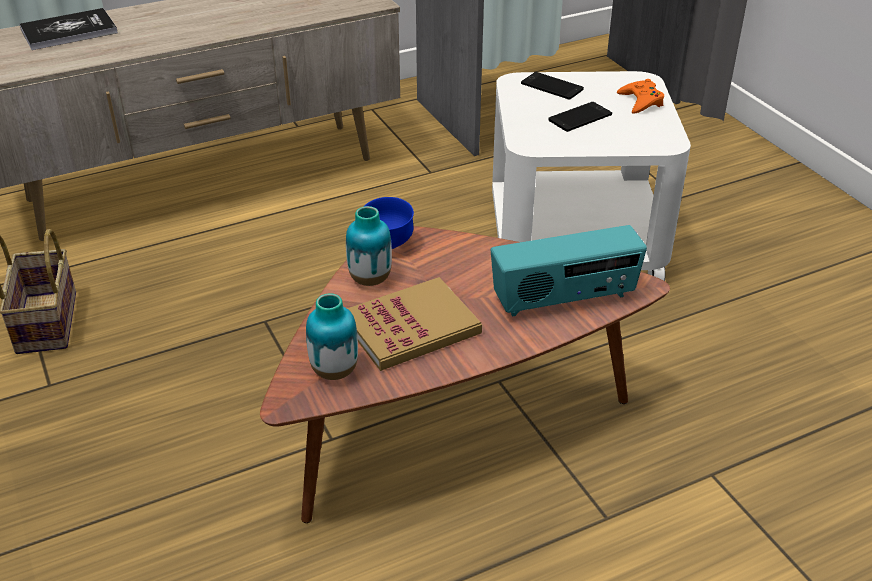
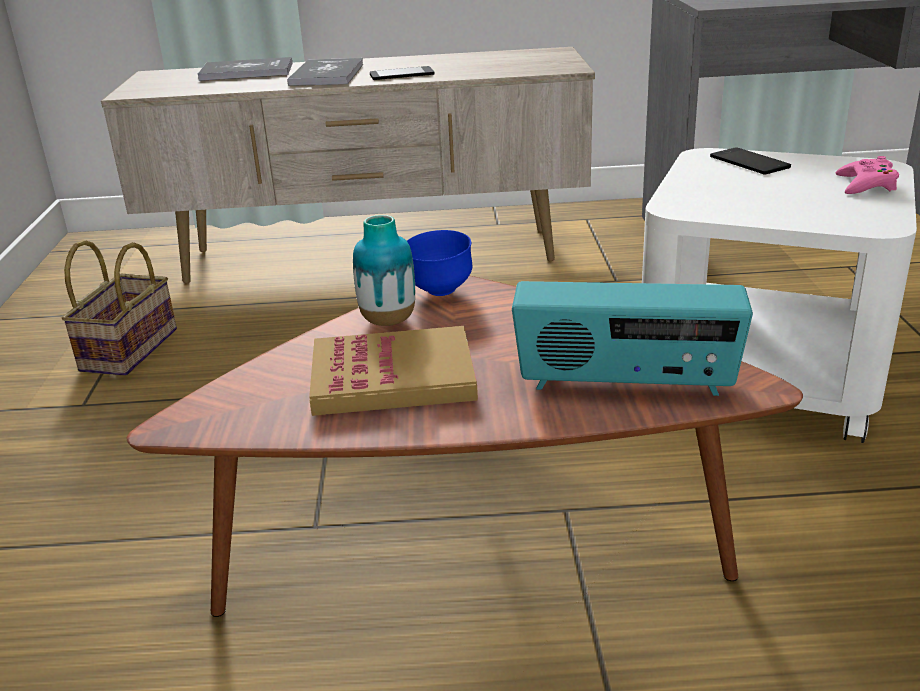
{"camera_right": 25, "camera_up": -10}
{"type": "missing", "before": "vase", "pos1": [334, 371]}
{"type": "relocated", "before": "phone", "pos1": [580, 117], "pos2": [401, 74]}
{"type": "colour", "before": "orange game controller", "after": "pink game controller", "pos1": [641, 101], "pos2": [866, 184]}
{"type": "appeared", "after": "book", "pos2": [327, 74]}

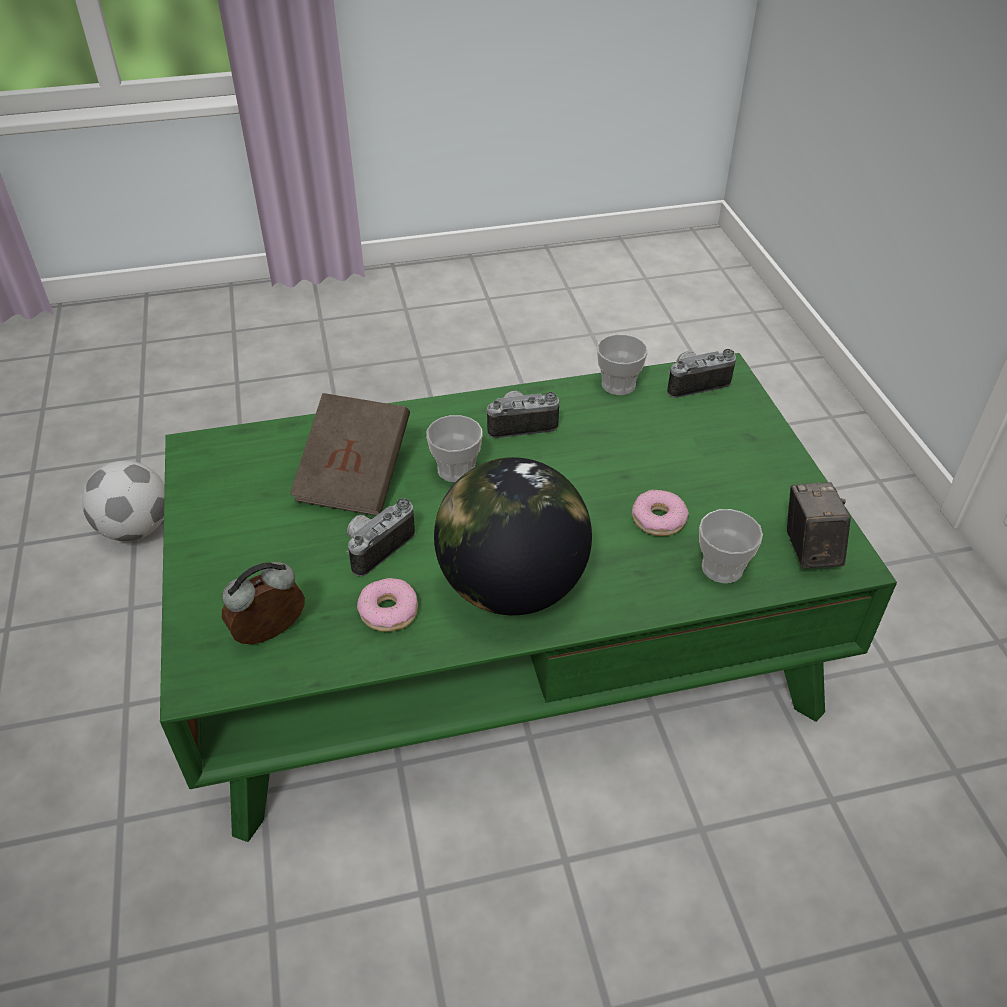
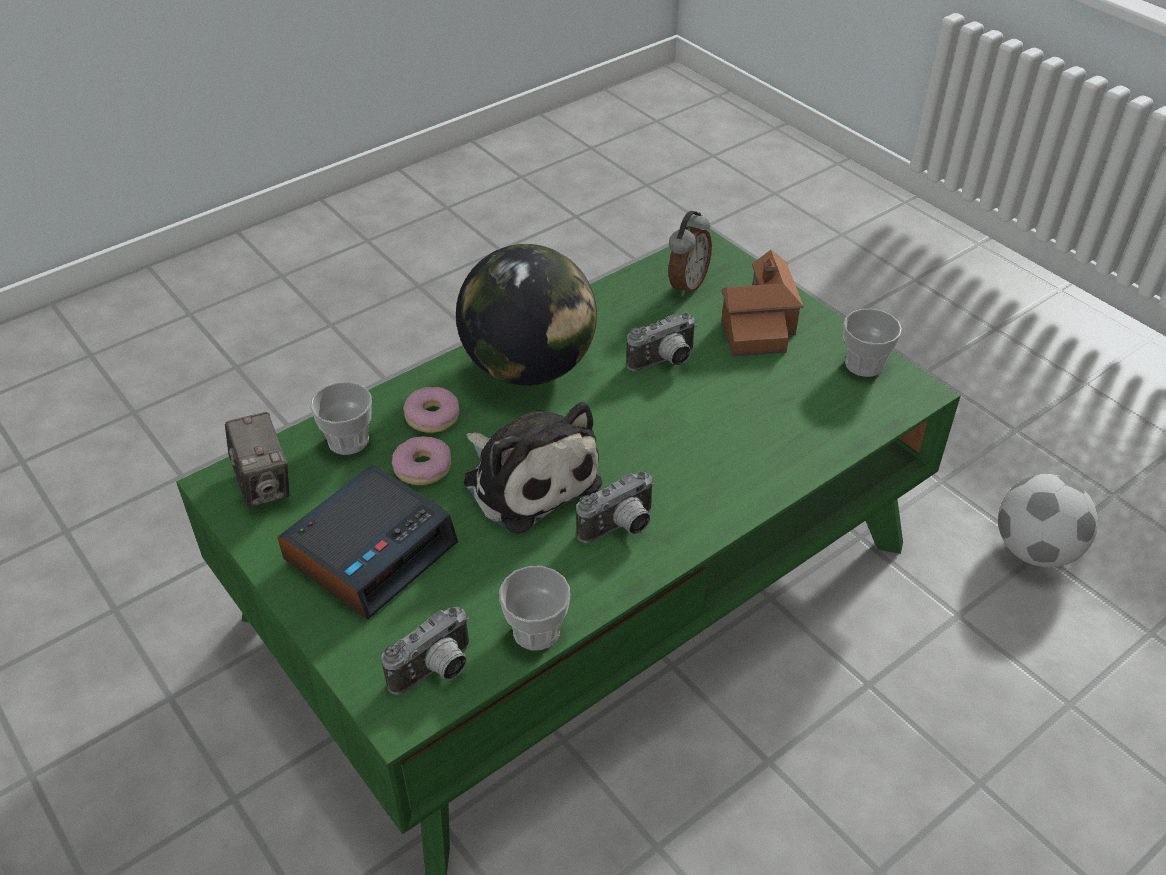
{"camera_right": 155, "camera_up": 0}
{"type": "missing", "before": "brown book", "pos1": [355, 477]}
{"type": "spun", "before": "photo camera", "pos1": [376, 547], "pos2": [665, 362], "turn": 45}
{"type": "relocated", "before": "donut", "pos1": [389, 611], "pos2": [432, 416]}
{"type": "relocated", "before": "cup", "pos1": [456, 469], "pos2": [864, 364]}
{"type": "appeared", "after": "alarm clock", "pos2": [371, 550]}
{"type": "appeared", "after": "plush toy", "pos2": [528, 479]}
{"type": "appeared", "after": "toy house", "pos2": [758, 323]}

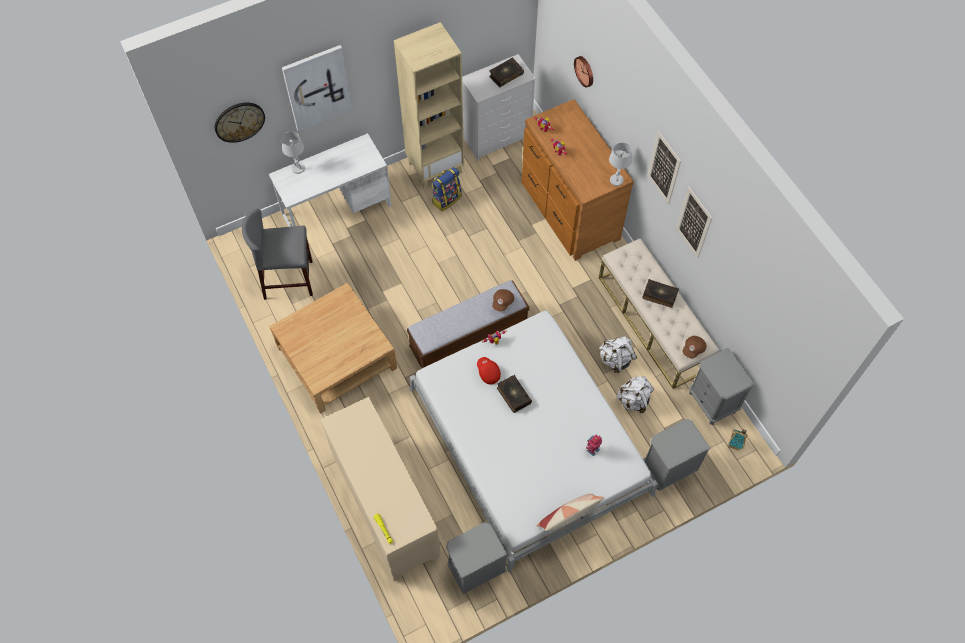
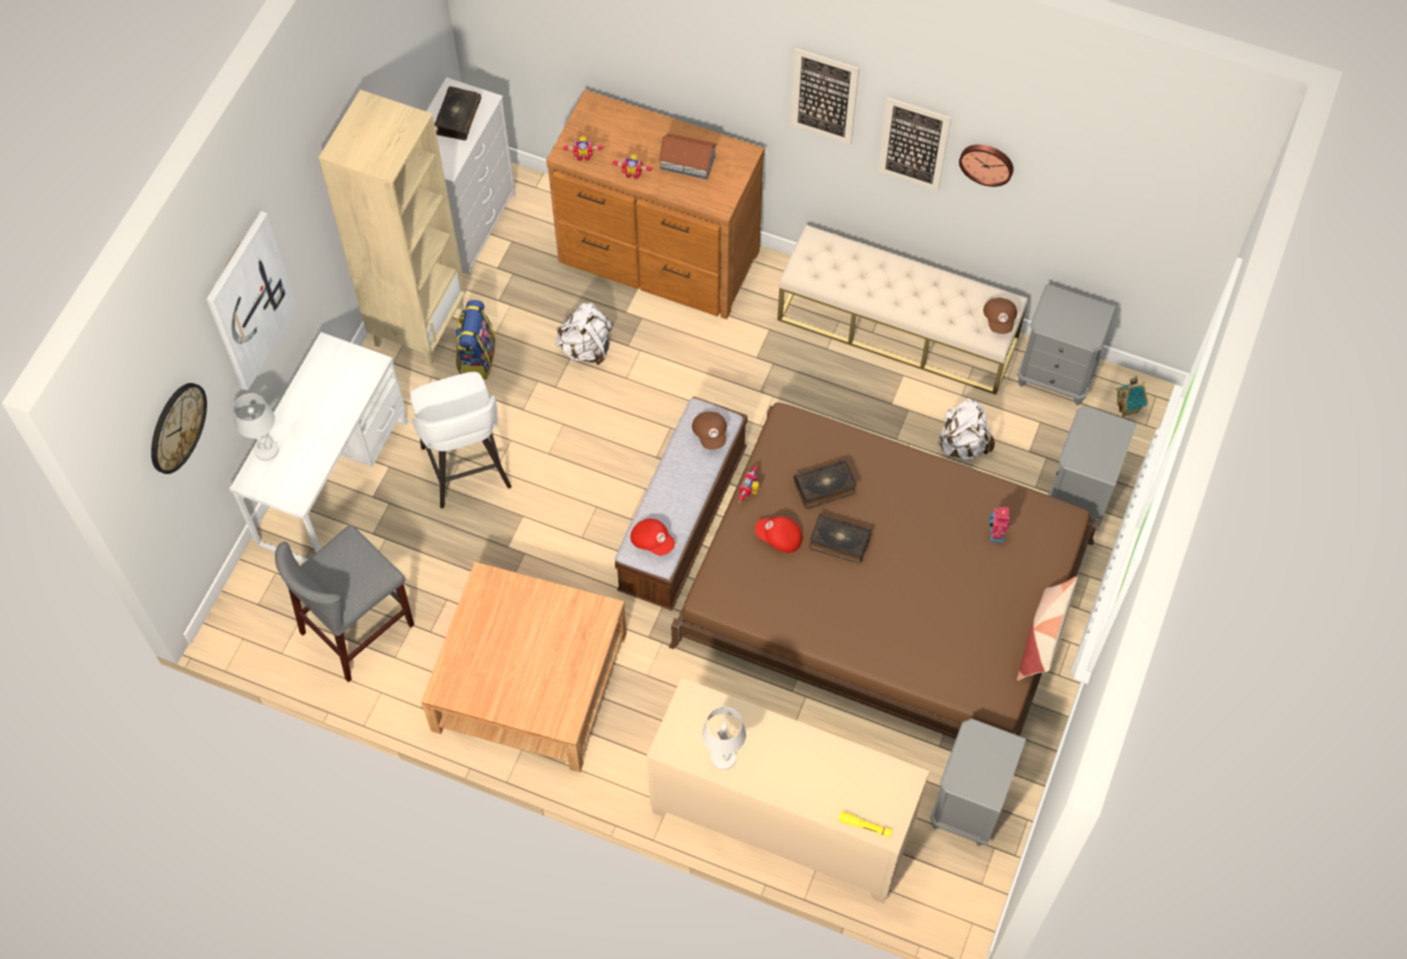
{"camera_right": -40, "camera_up": 0}
{"type": "colour", "before": "white bed", "after": "brown bed", "pos1": [529, 440], "pos2": [883, 593]}
{"type": "relocated", "before": "wall clock", "pos1": [585, 71], "pos2": [987, 163]}
{"type": "relocated", "before": "white backpack", "pos1": [616, 359], "pos2": [586, 348]}
{"type": "relocated", "before": "white table lamp", "pos1": [616, 180], "pos2": [723, 757]}
{"type": "relocated", "before": "book", "pos1": [659, 295], "pos2": [825, 488]}
{"type": "appeared", "after": "white stool", "pos2": [466, 470]}
{"type": "appeared", "after": "red cap", "pos2": [652, 541]}
{"type": "appeared", "after": "toy house", "pos2": [688, 162]}

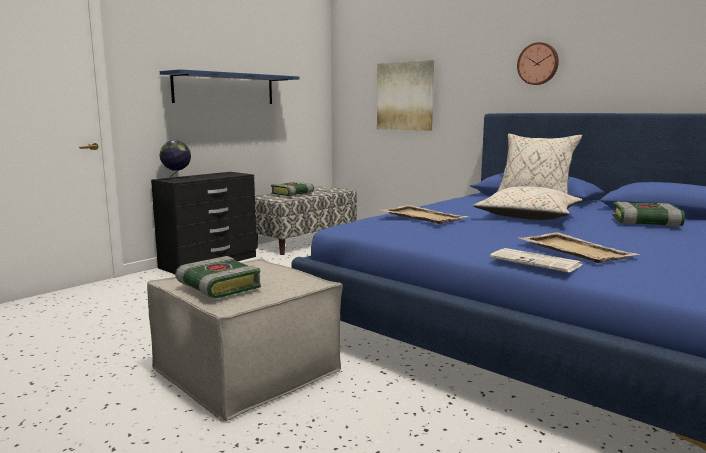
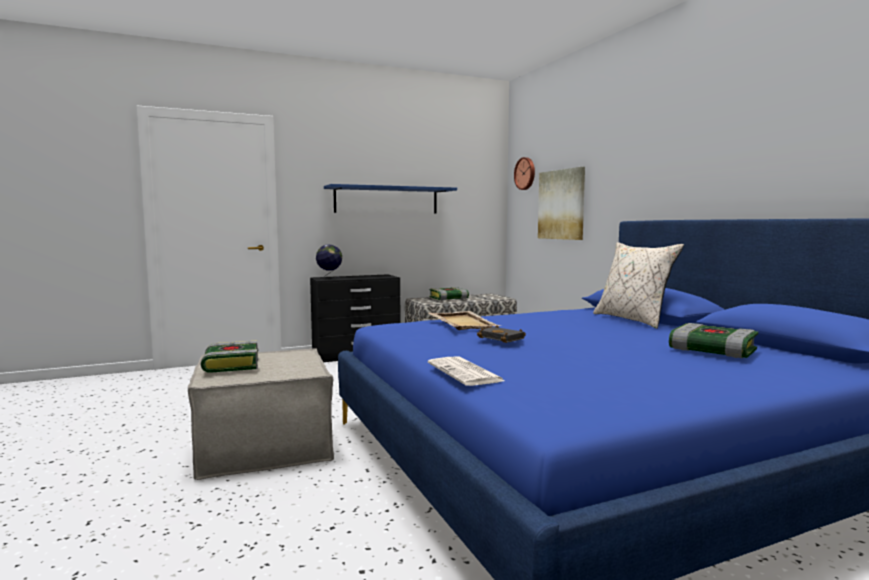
{"camera_right": 25, "camera_up": -5}
{"type": "missing", "before": "beige pillow", "pos1": [527, 217]}
{"type": "relocated", "before": "wall clock", "pos1": [538, 64], "pos2": [525, 173]}
{"type": "missing", "before": "beige tray", "pos1": [574, 250]}
{"type": "appeared", "after": "black book", "pos2": [503, 338]}

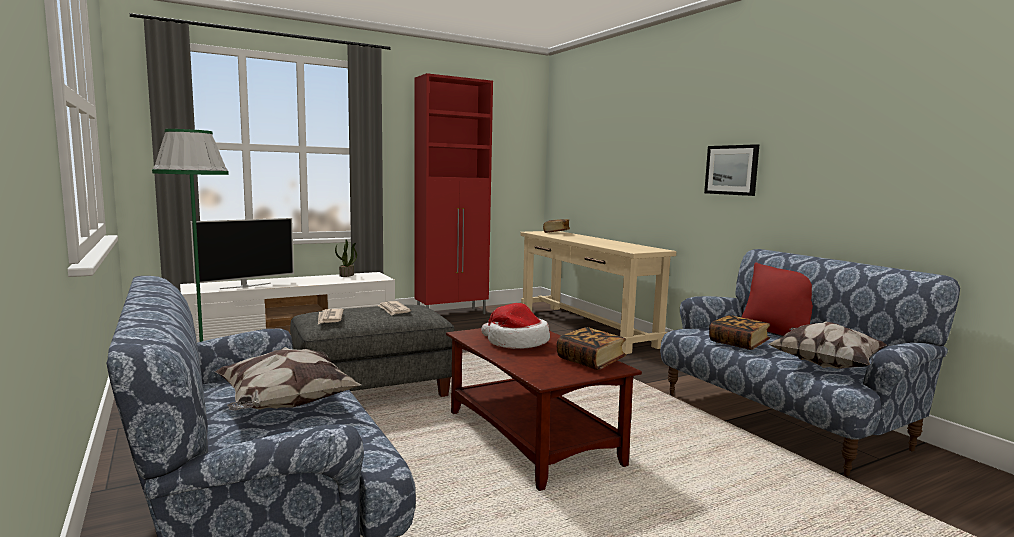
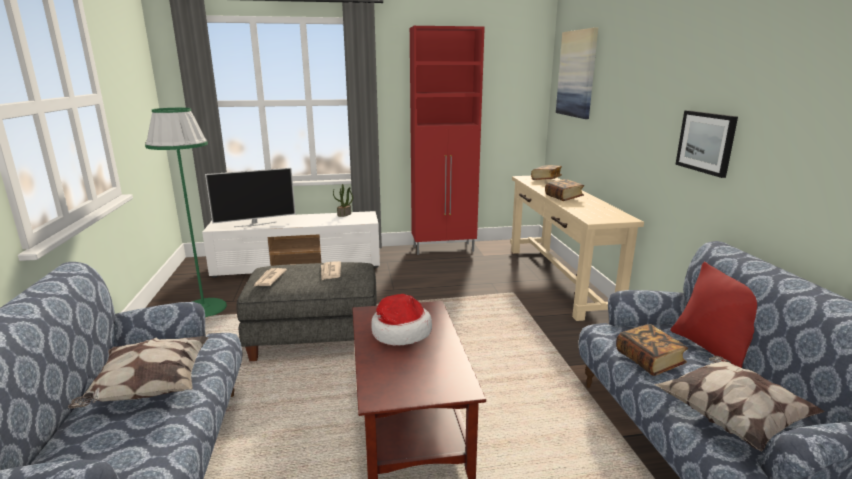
{"camera_right": 20, "camera_up": 10}
{"type": "relocated", "before": "book", "pos1": [590, 361], "pos2": [563, 197]}
{"type": "appeared", "after": "picture", "pos2": [577, 74]}

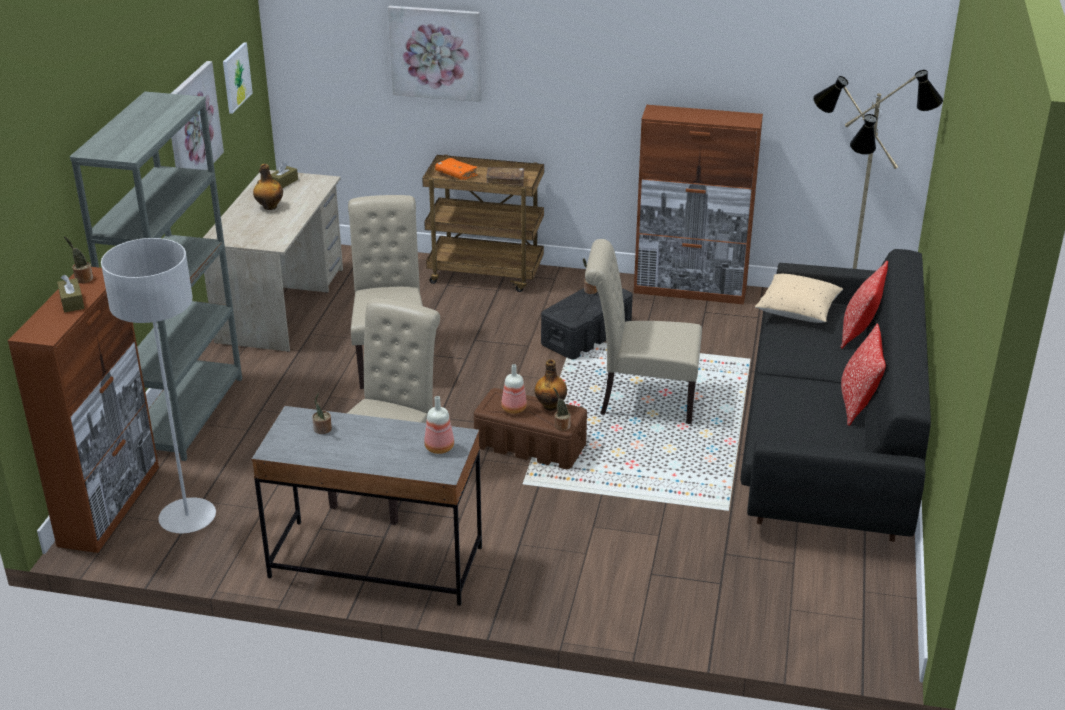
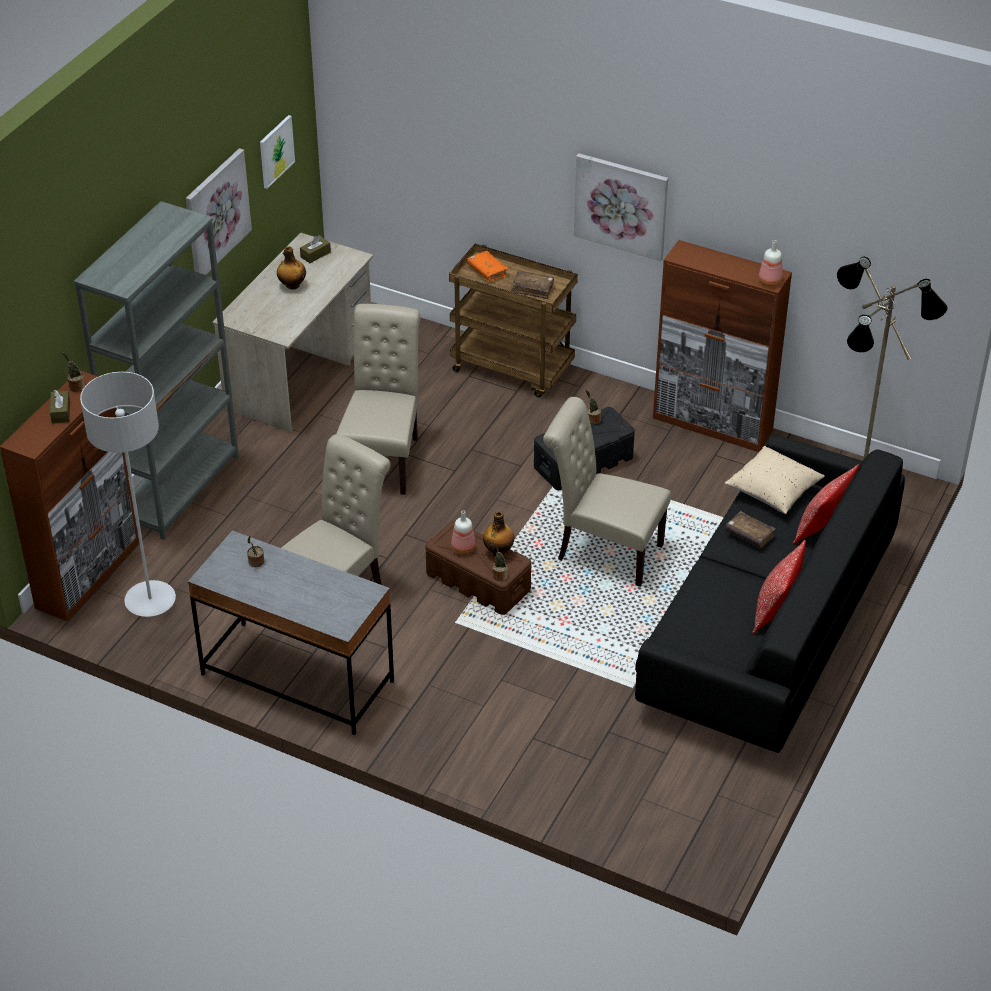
{"camera_right": 15, "camera_up": 10}
{"type": "relocated", "before": "picture", "pos1": [436, 53], "pos2": [621, 205]}
{"type": "relocated", "before": "bottle", "pos1": [440, 448], "pos2": [770, 281]}
{"type": "appeared", "after": "brown book", "pos2": [749, 534]}

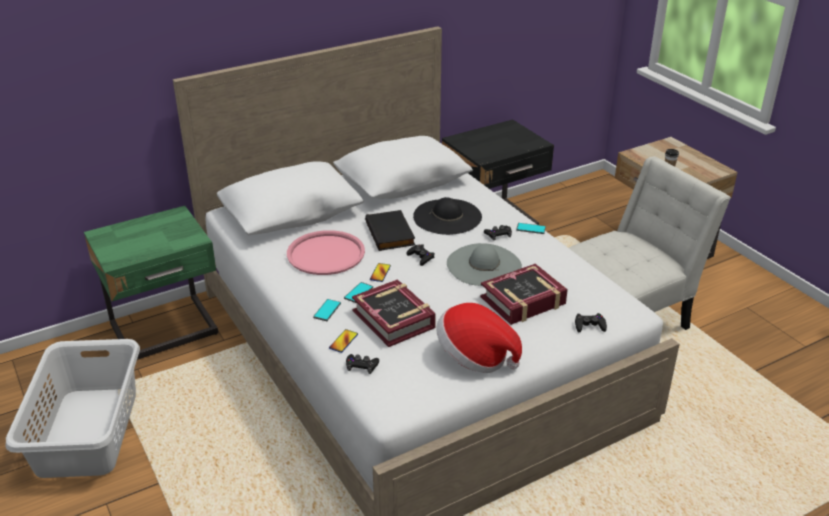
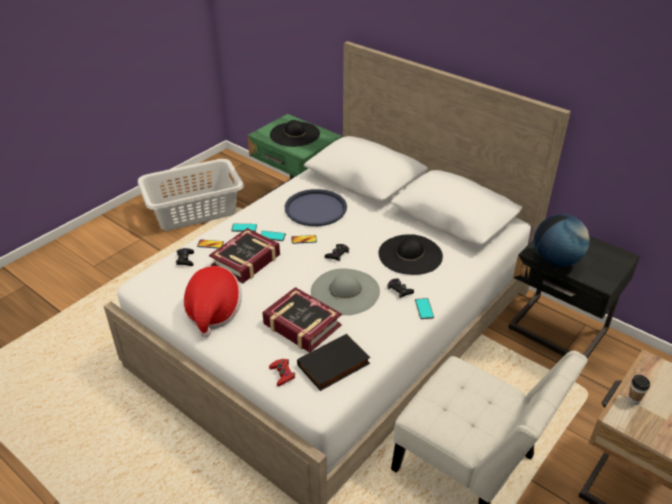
{"camera_right": 70, "camera_up": 5}
{"type": "colour", "before": "pink tray", "after": "blue tray", "pos1": [326, 254], "pos2": [315, 208]}
{"type": "relocated", "before": "black book", "pos1": [391, 233], "pos2": [334, 365]}
{"type": "colour", "before": "black game controller", "after": "red game controller", "pos1": [589, 325], "pos2": [282, 374]}
{"type": "appeared", "after": "black hat", "pos2": [295, 134]}
{"type": "appeared", "after": "globe", "pos2": [555, 261]}

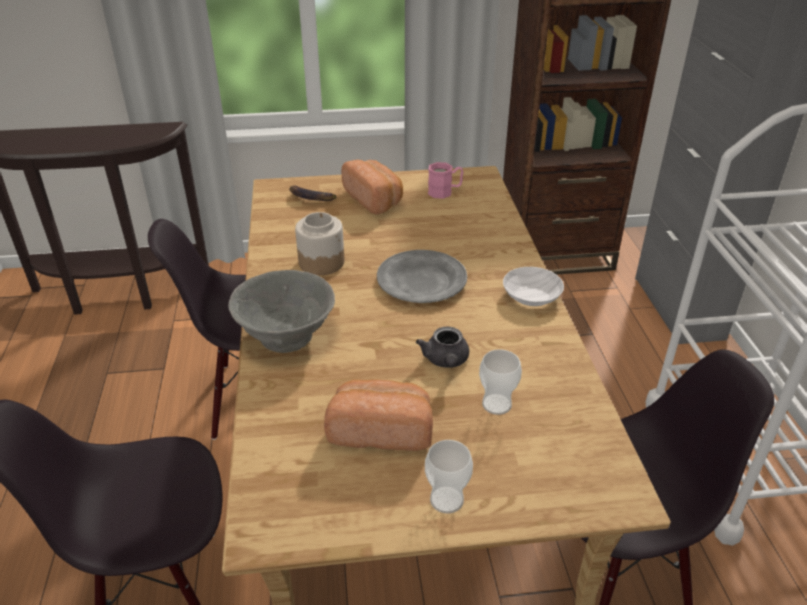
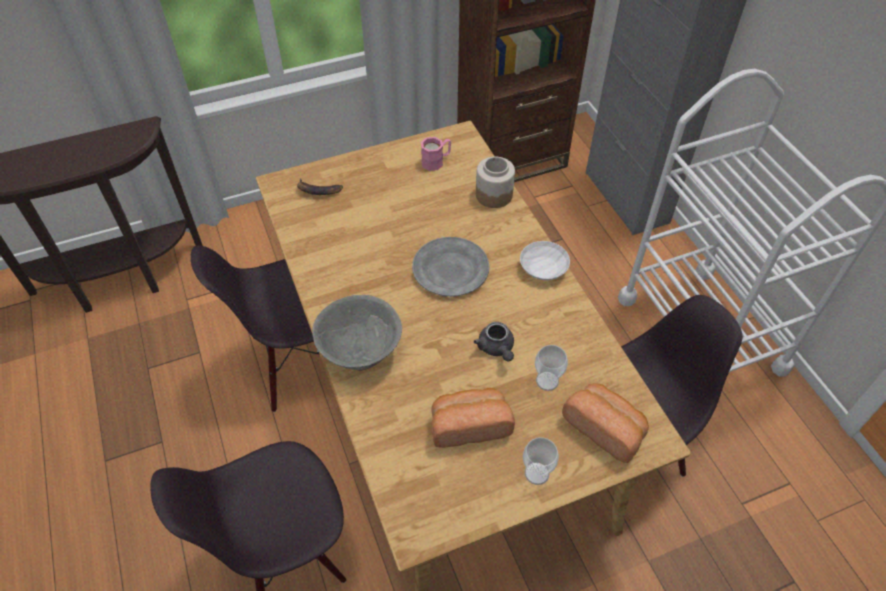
{"camera_right": -15, "camera_up": 15}
{"type": "relocated", "before": "jar", "pos1": [321, 262], "pos2": [493, 194]}
{"type": "relocated", "before": "bread", "pos1": [374, 199], "pos2": [605, 428]}

